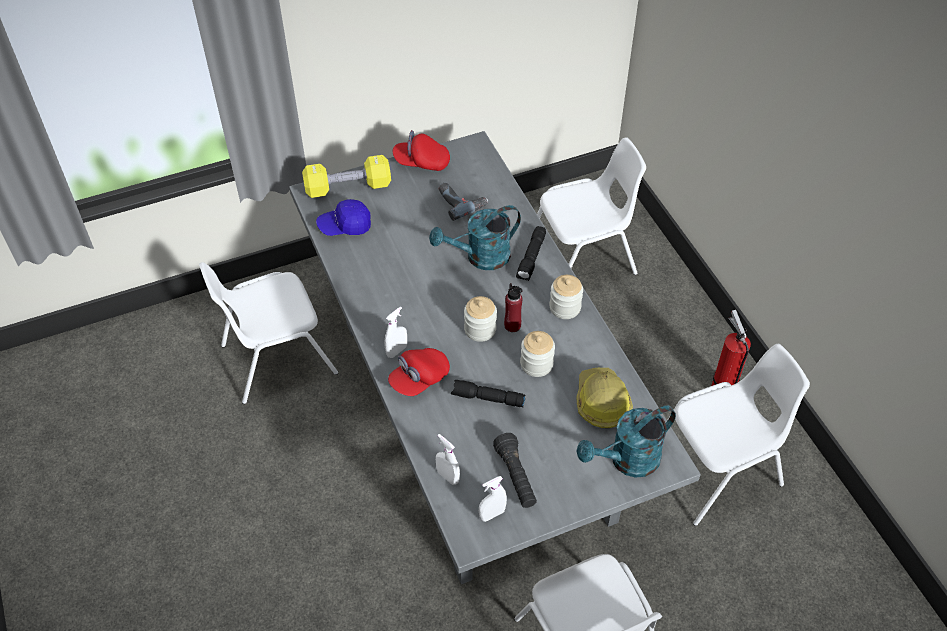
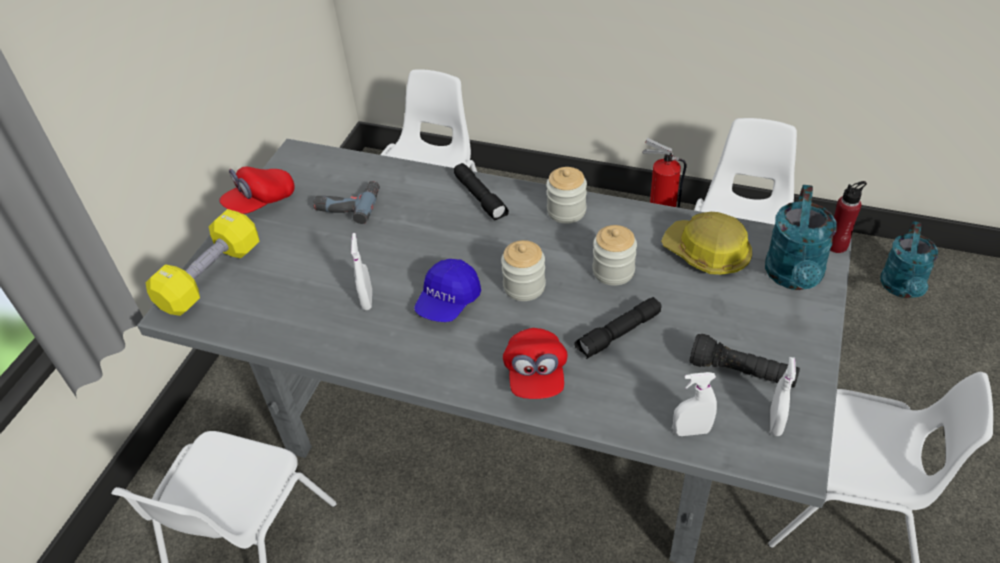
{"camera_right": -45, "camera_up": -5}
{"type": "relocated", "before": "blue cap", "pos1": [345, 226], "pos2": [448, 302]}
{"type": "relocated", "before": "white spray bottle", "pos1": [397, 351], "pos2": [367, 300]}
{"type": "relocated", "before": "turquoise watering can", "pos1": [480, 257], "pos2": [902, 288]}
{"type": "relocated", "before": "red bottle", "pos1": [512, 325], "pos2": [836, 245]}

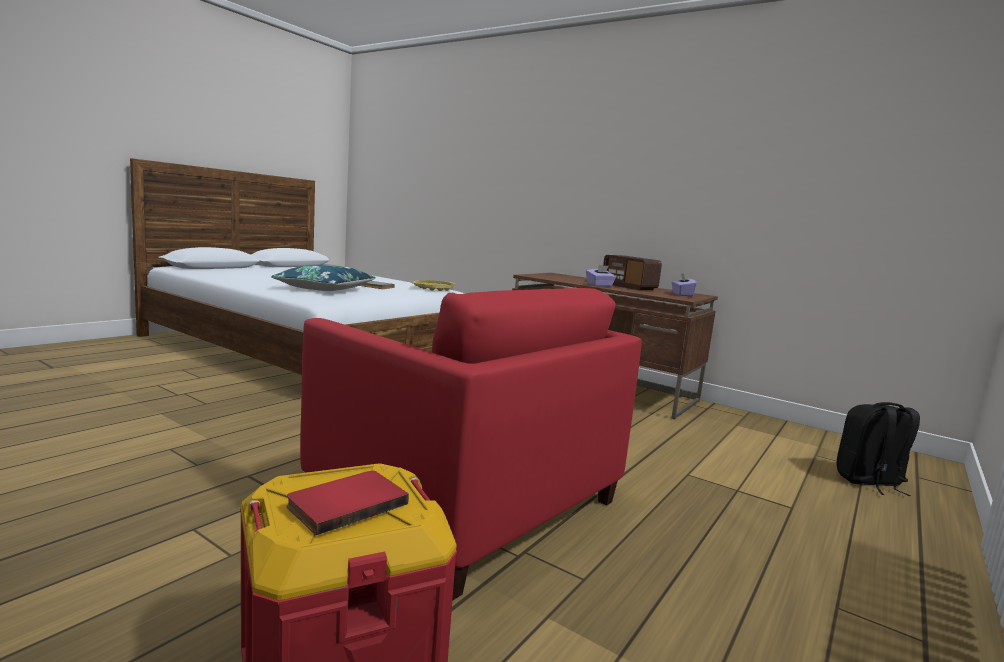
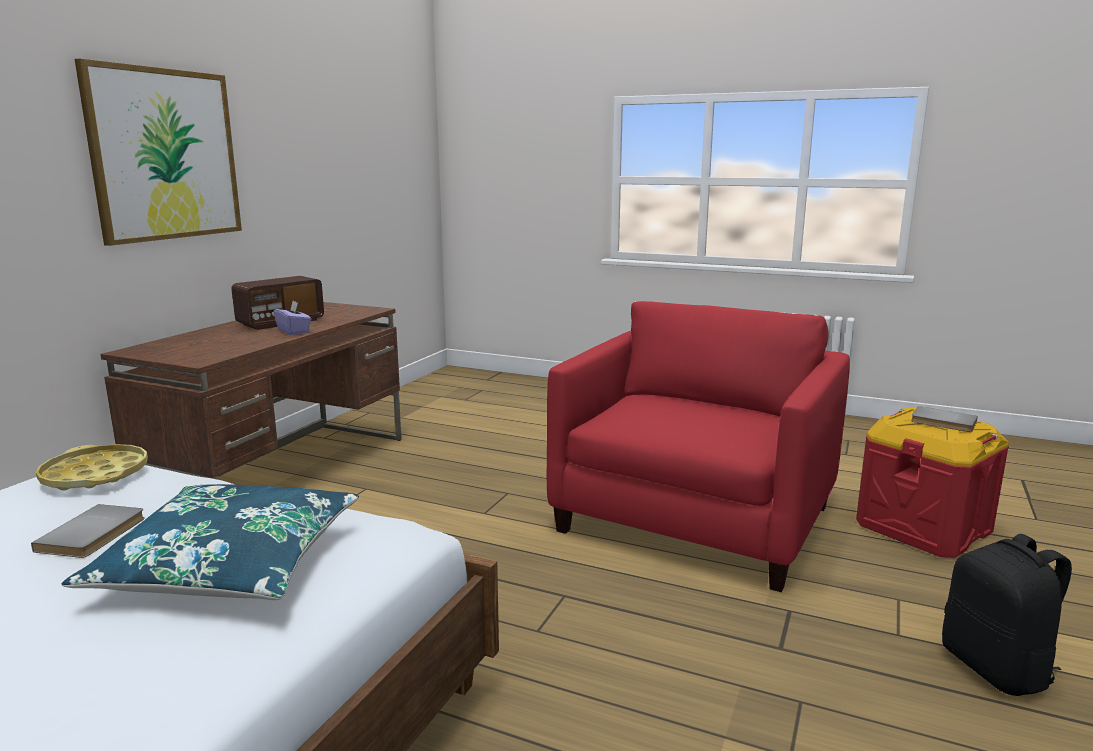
{"camera_right": -100, "camera_up": 5}
{"type": "colour", "before": "red book", "after": "grey book", "pos1": [345, 503], "pos2": [943, 422]}
{"type": "missing", "before": "purple tissue box", "pos1": [682, 295]}
{"type": "relocated", "before": "black backpack", "pos1": [869, 482], "pos2": [997, 669]}
{"type": "appeared", "after": "picture", "pos2": [165, 155]}

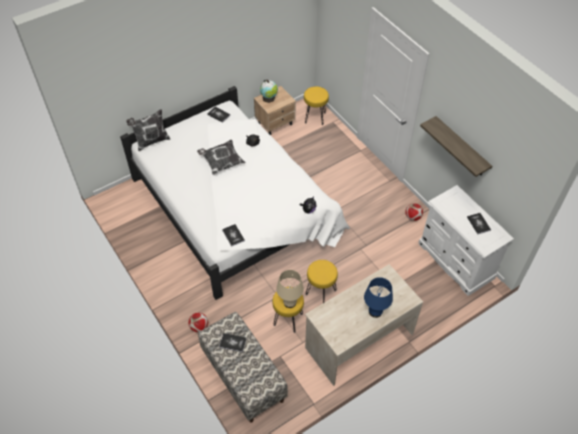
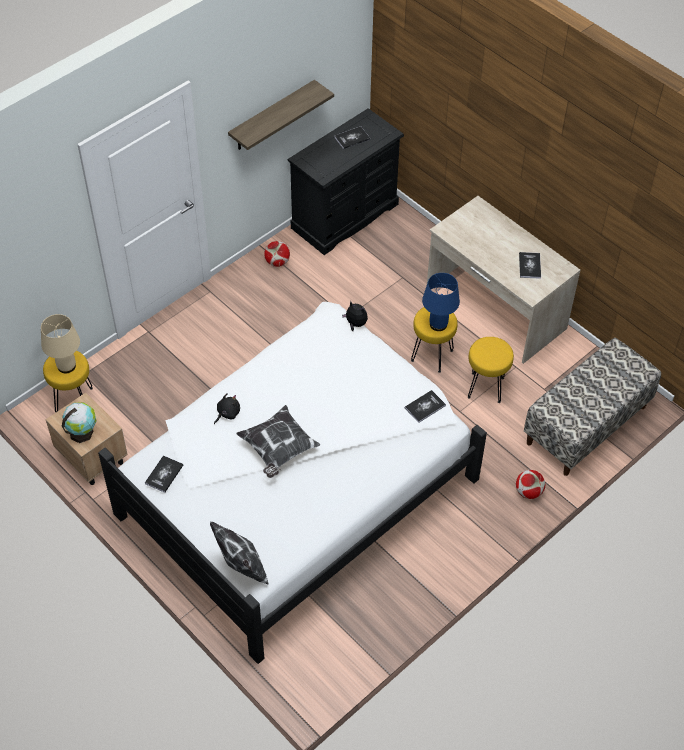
{"camera_right": -100, "camera_up": 0}
{"type": "relocated", "before": "book", "pos1": [233, 343], "pos2": [529, 266]}
{"type": "relocated", "before": "beige table lamp", "pos1": [290, 302], "pos2": [67, 366]}
{"type": "relocated", "before": "blue table lamp", "pos1": [375, 311], "pos2": [438, 324]}
{"type": "colour", "before": "white dresser", "after": "black dresser", "pos1": [455, 261], "pos2": [345, 216]}

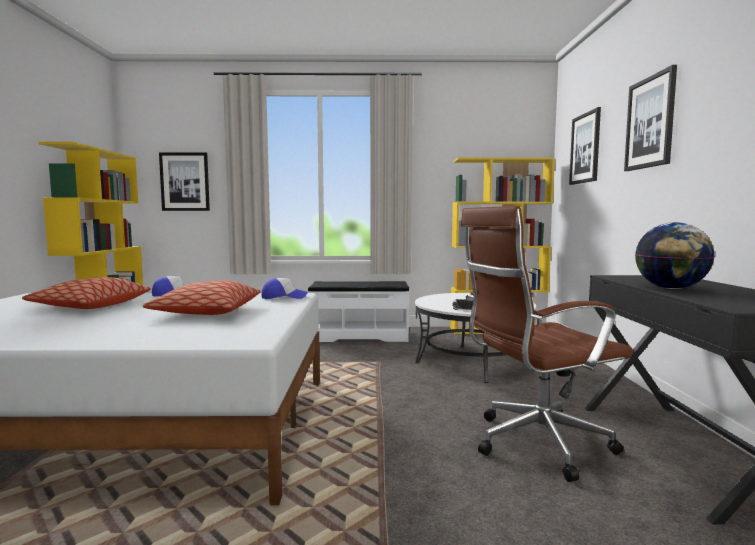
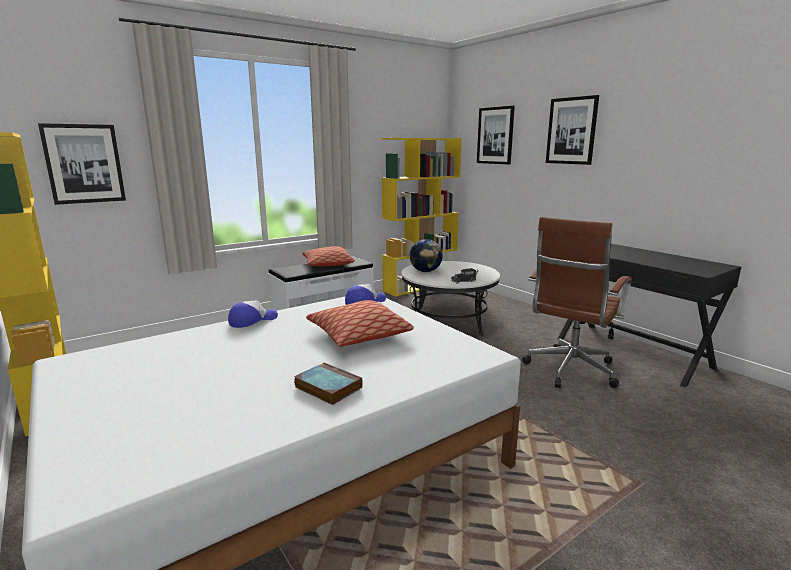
{"camera_right": -35, "camera_up": 10}
{"type": "relocated", "before": "pillow", "pos1": [90, 306], "pos2": [328, 264]}
{"type": "relocated", "before": "globe", "pos1": [670, 288], "pos2": [425, 271]}
{"type": "appeared", "after": "book", "pos2": [326, 387]}

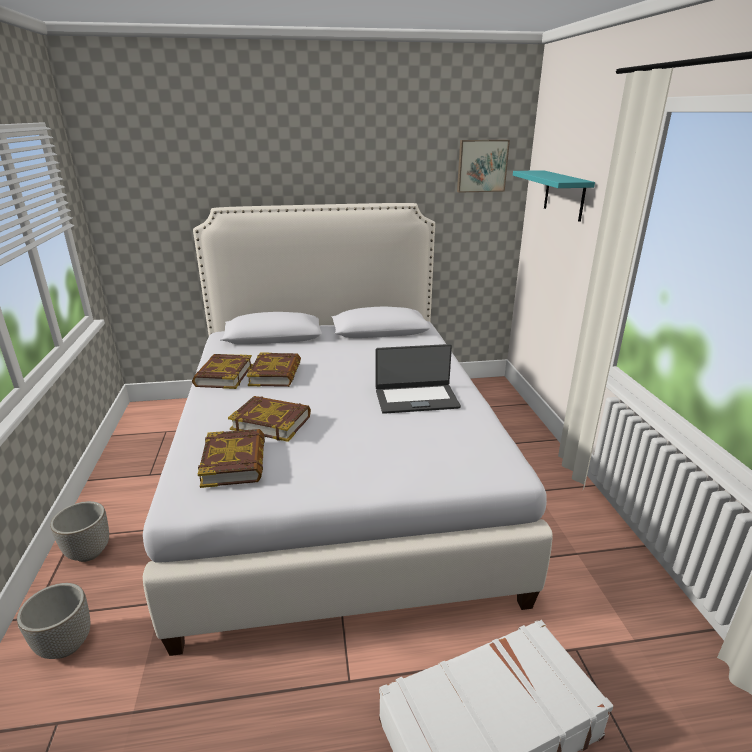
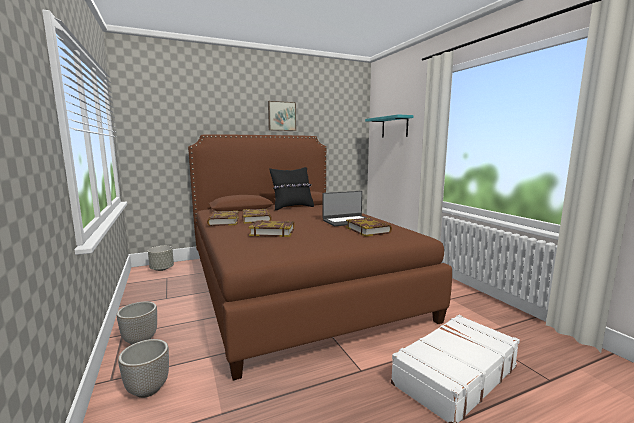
{"camera_right": -15, "camera_up": -15}
{"type": "colour", "before": "white bed", "after": "brown bed", "pos1": [336, 476], "pos2": [294, 285]}
{"type": "relocated", "before": "book", "pos1": [234, 462], "pos2": [368, 230]}
{"type": "relocated", "before": "picture", "pos1": [481, 166], "pos2": [281, 116]}
{"type": "appeared", "after": "grey planter", "pos2": [162, 269]}
{"type": "appeared", "after": "black pillow", "pos2": [292, 207]}

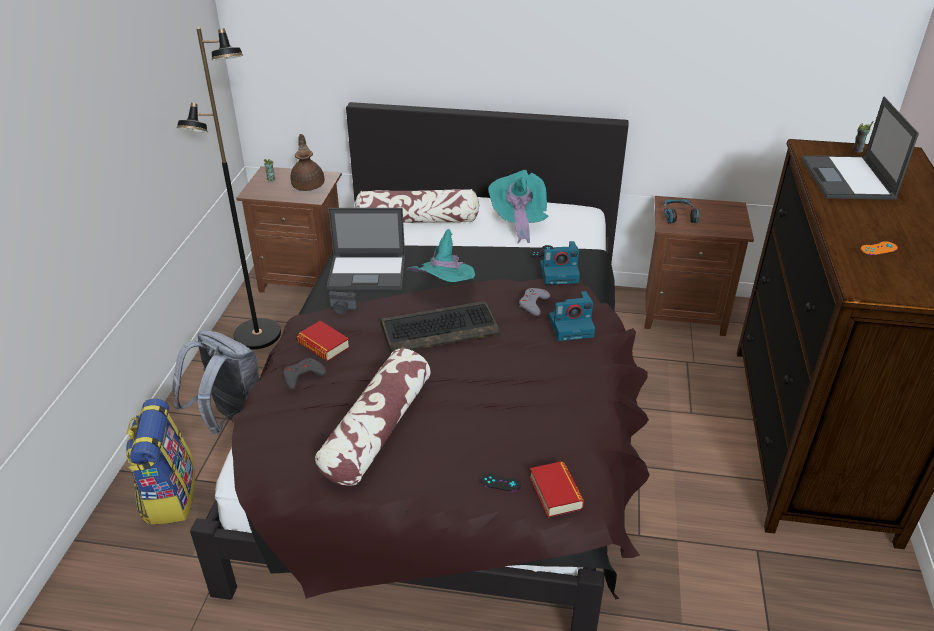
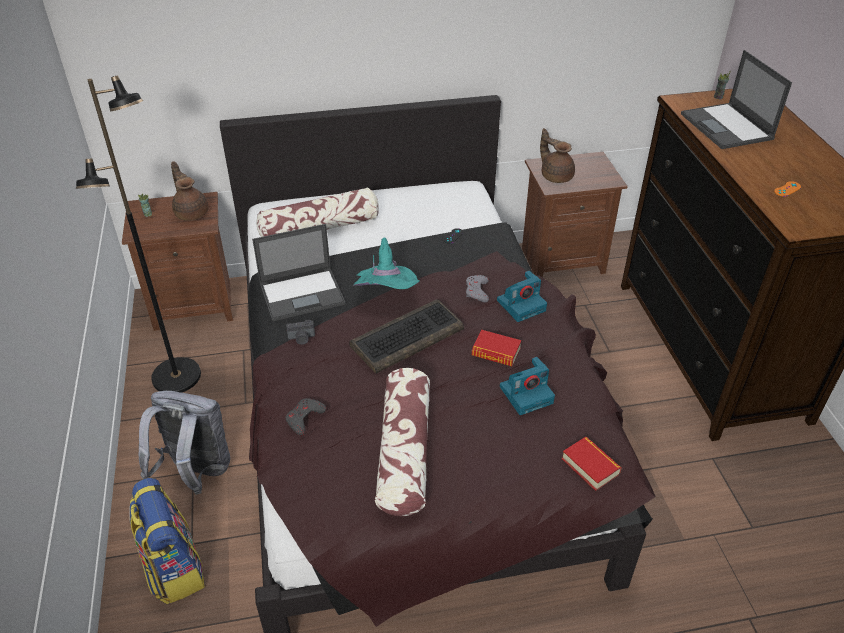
{"camera_right": -20, "camera_up": 5}
{"type": "relocated", "before": "book", "pos1": [323, 345], "pos2": [496, 352]}
{"type": "missing", "before": "black game controller", "pos1": [500, 482]}
{"type": "missing", "before": "turquoise hat", "pos1": [518, 221]}
{"type": "relocated", "before": "photo camera", "pos1": [560, 273], "pos2": [527, 394]}
{"type": "exchanged", "before": "headphones", "after": "brown teapot", "pos1": [679, 216], "pos2": [556, 176]}

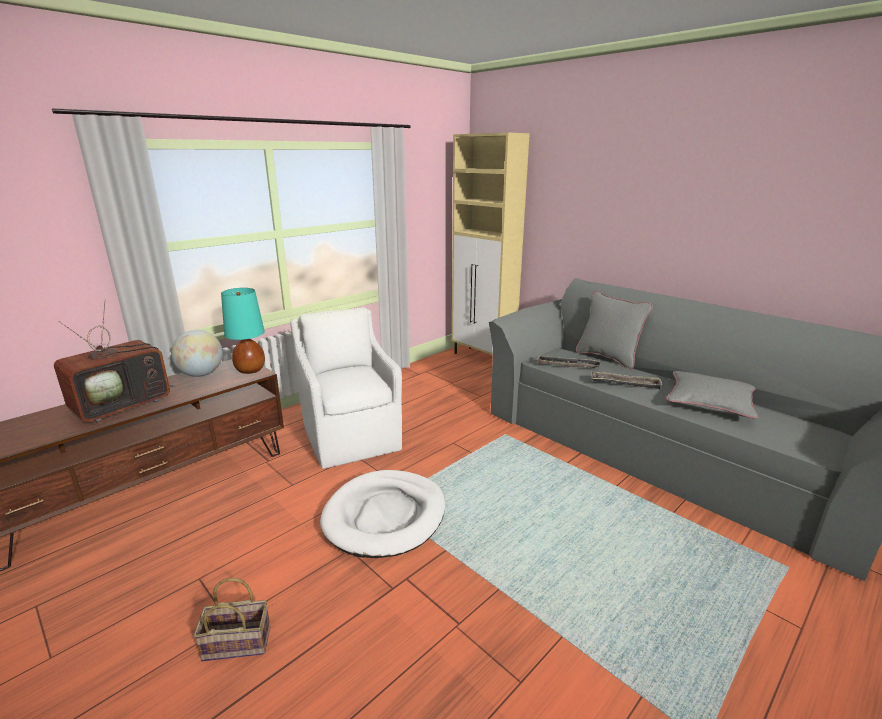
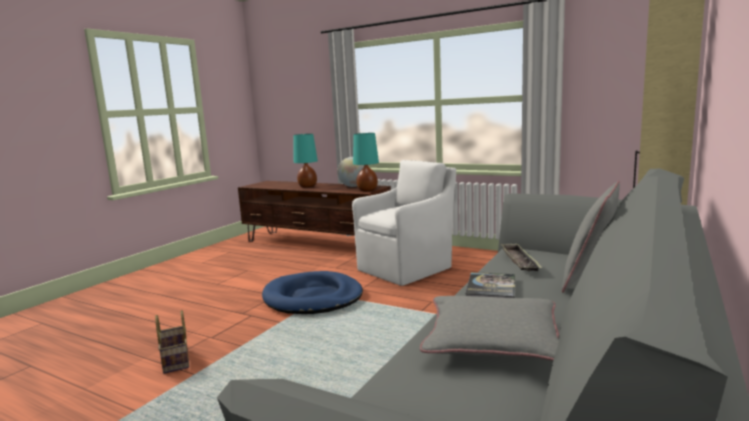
{"camera_right": 75, "camera_up": -10}
{"type": "exchanged", "before": "television", "after": "turquoise table lamp", "pos1": [124, 404], "pos2": [308, 186]}
{"type": "relocated", "before": "basket", "pos1": [239, 642], "pos2": [177, 361]}
{"type": "colour", "before": "white dog bed", "after": "blue dog bed", "pos1": [385, 516], "pos2": [313, 297]}
{"type": "exchanged", "before": "tray", "after": "book", "pos1": [625, 383], "pos2": [491, 287]}

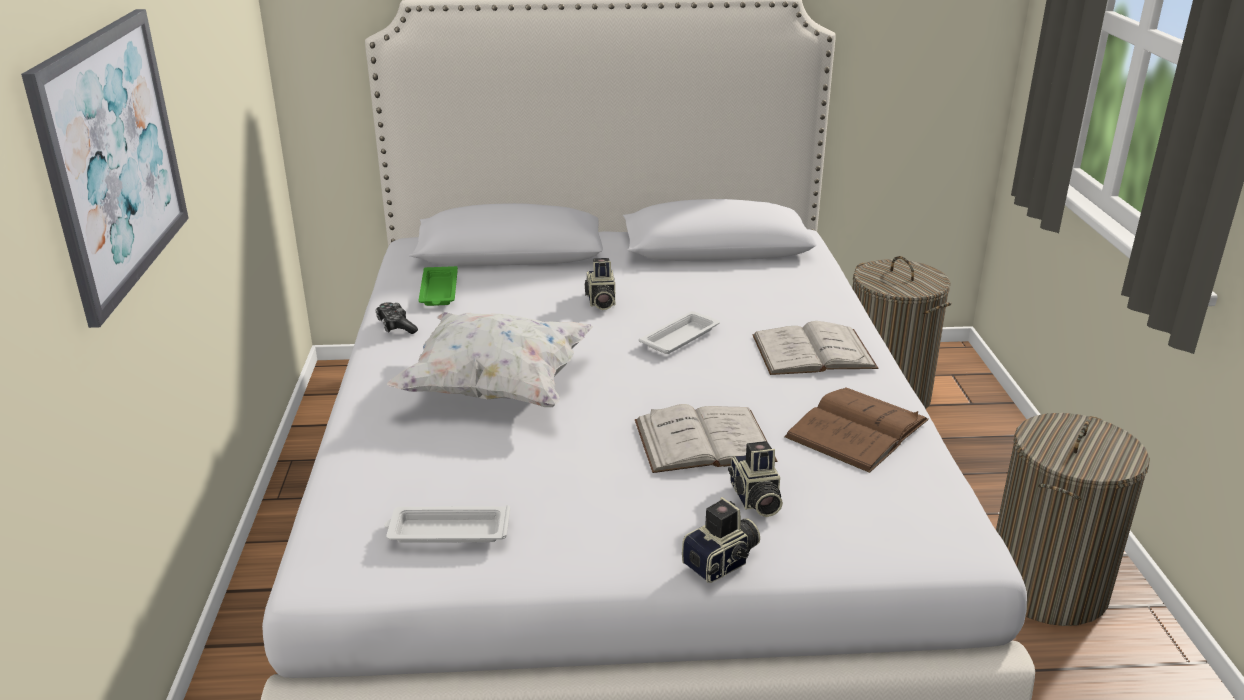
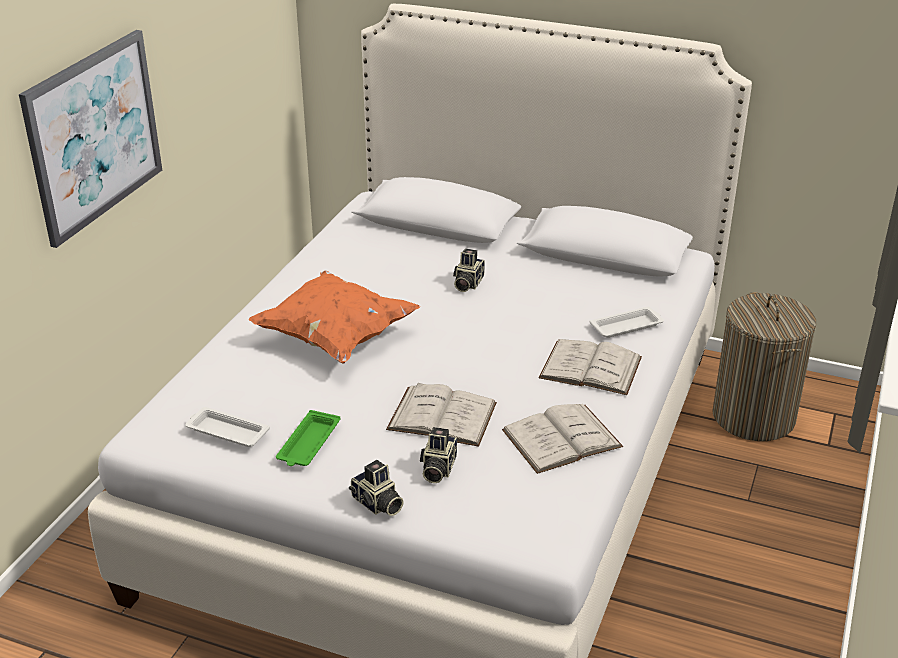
{"camera_right": 25, "camera_up": 5}
{"type": "missing", "before": "game controller", "pos1": [396, 326]}
{"type": "colour", "before": "white pillow", "after": "orange pillow", "pos1": [496, 389], "pos2": [335, 338]}
{"type": "relocated", "before": "green tray", "pos1": [439, 291], "pos2": [308, 444]}
{"type": "relocated", "before": "white tray", "pos1": [681, 337], "pos2": [627, 326]}
{"type": "spun", "before": "photo camera", "pos1": [723, 562], "pos2": [377, 504], "turn": 60}
{"type": "colour", "before": "brown book", "after": "white book", "pos1": [857, 428], "pos2": [561, 438]}
{"type": "missing", "before": "laundry basket", "pos1": [1046, 587]}

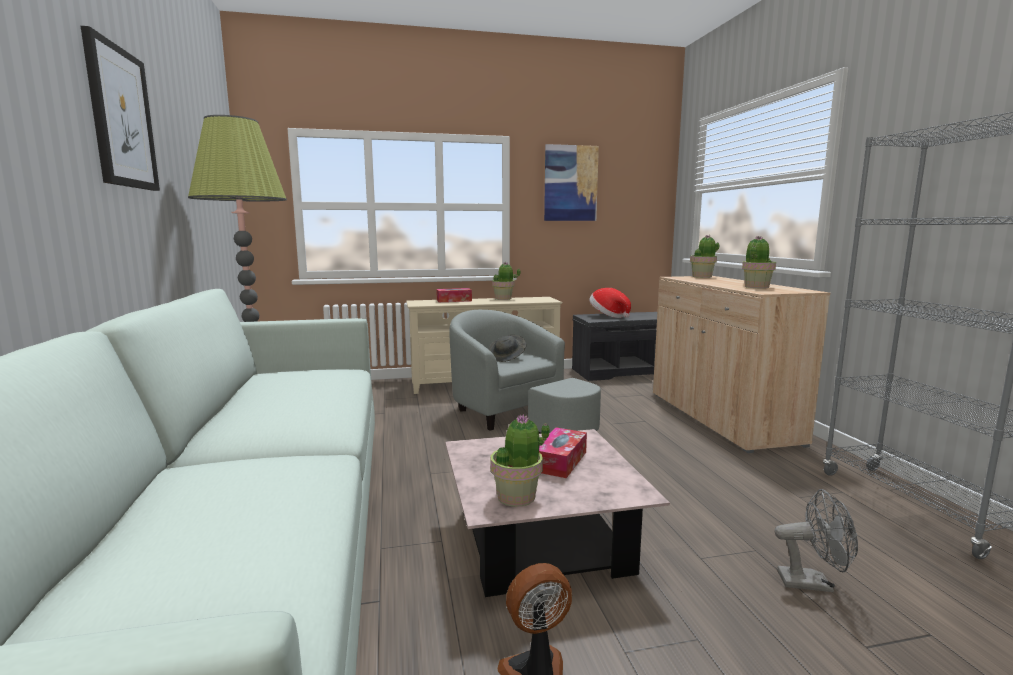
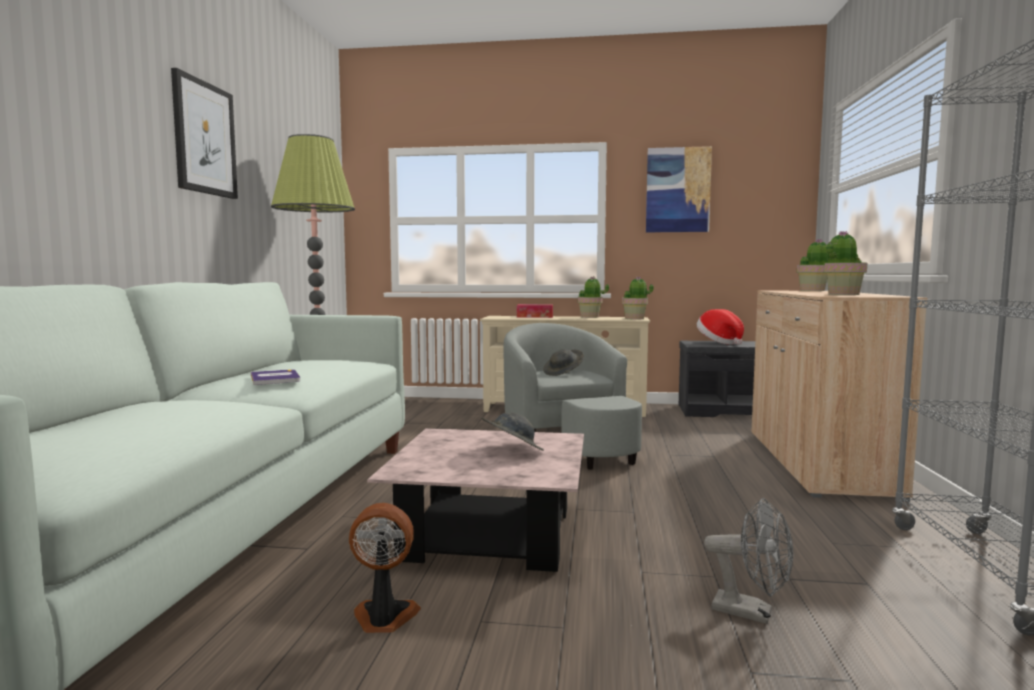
{"camera_right": 20, "camera_up": -5}
{"type": "relocated", "before": "potted plant", "pos1": [517, 497], "pos2": [635, 318]}
{"type": "exchanged", "before": "tissue box", "after": "grey hat", "pos1": [560, 461], "pos2": [512, 451]}
{"type": "appeared", "after": "book", "pos2": [275, 378]}

